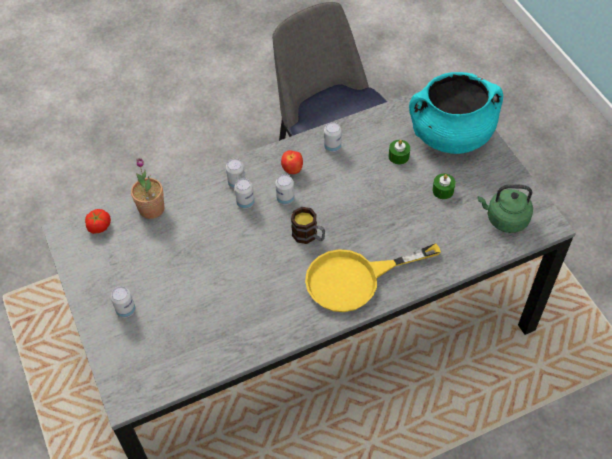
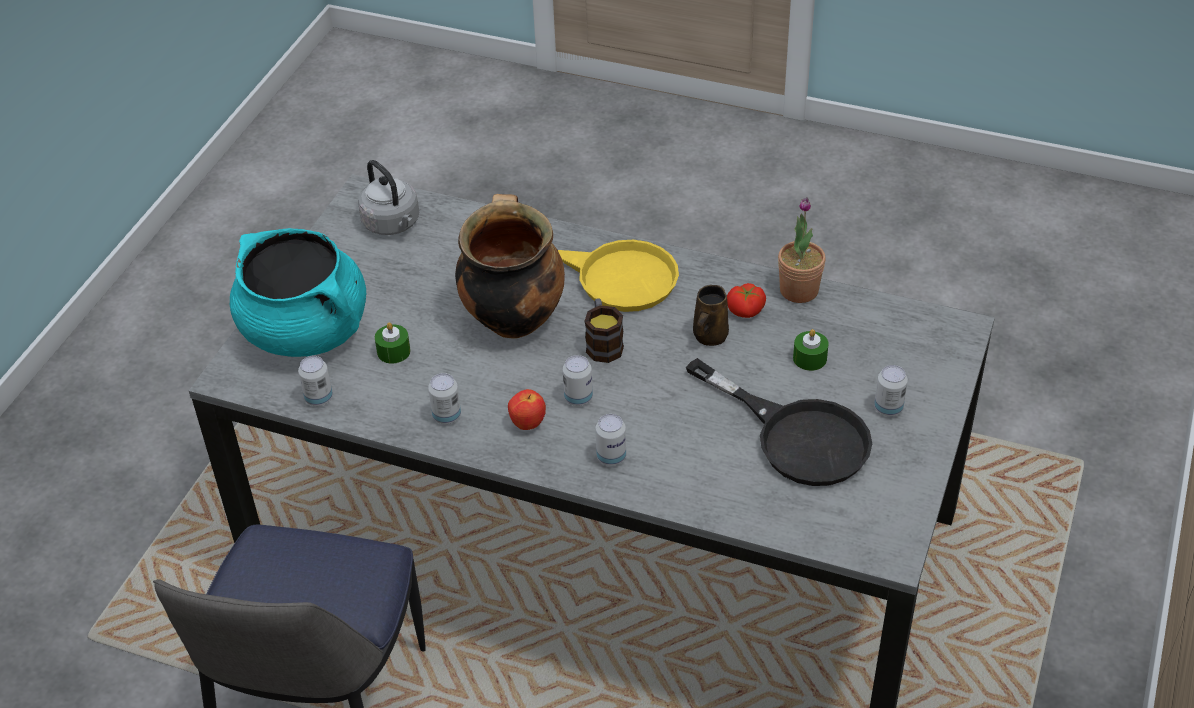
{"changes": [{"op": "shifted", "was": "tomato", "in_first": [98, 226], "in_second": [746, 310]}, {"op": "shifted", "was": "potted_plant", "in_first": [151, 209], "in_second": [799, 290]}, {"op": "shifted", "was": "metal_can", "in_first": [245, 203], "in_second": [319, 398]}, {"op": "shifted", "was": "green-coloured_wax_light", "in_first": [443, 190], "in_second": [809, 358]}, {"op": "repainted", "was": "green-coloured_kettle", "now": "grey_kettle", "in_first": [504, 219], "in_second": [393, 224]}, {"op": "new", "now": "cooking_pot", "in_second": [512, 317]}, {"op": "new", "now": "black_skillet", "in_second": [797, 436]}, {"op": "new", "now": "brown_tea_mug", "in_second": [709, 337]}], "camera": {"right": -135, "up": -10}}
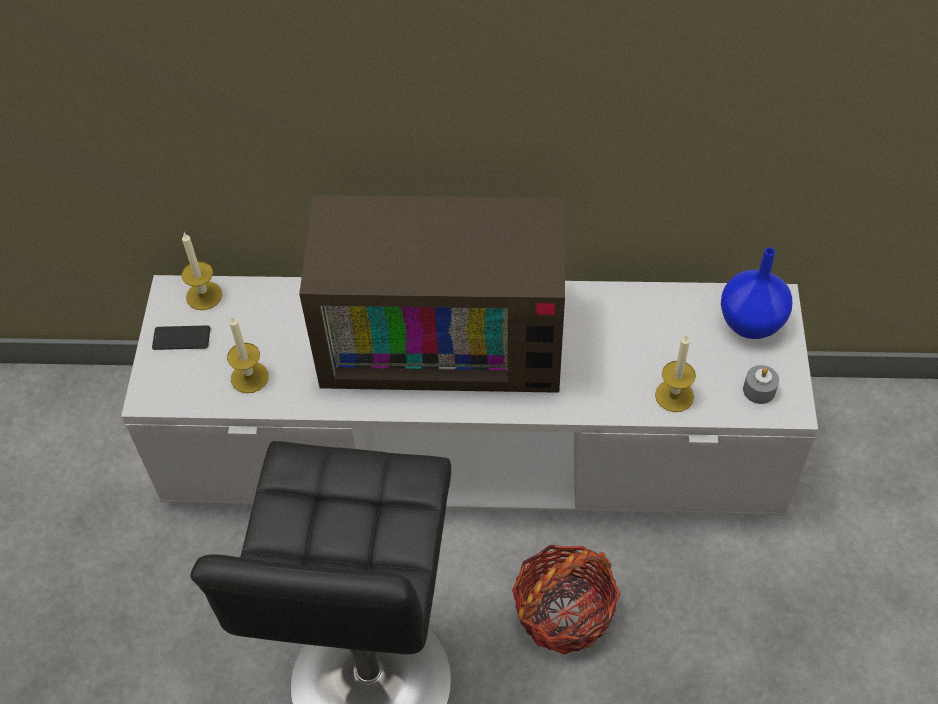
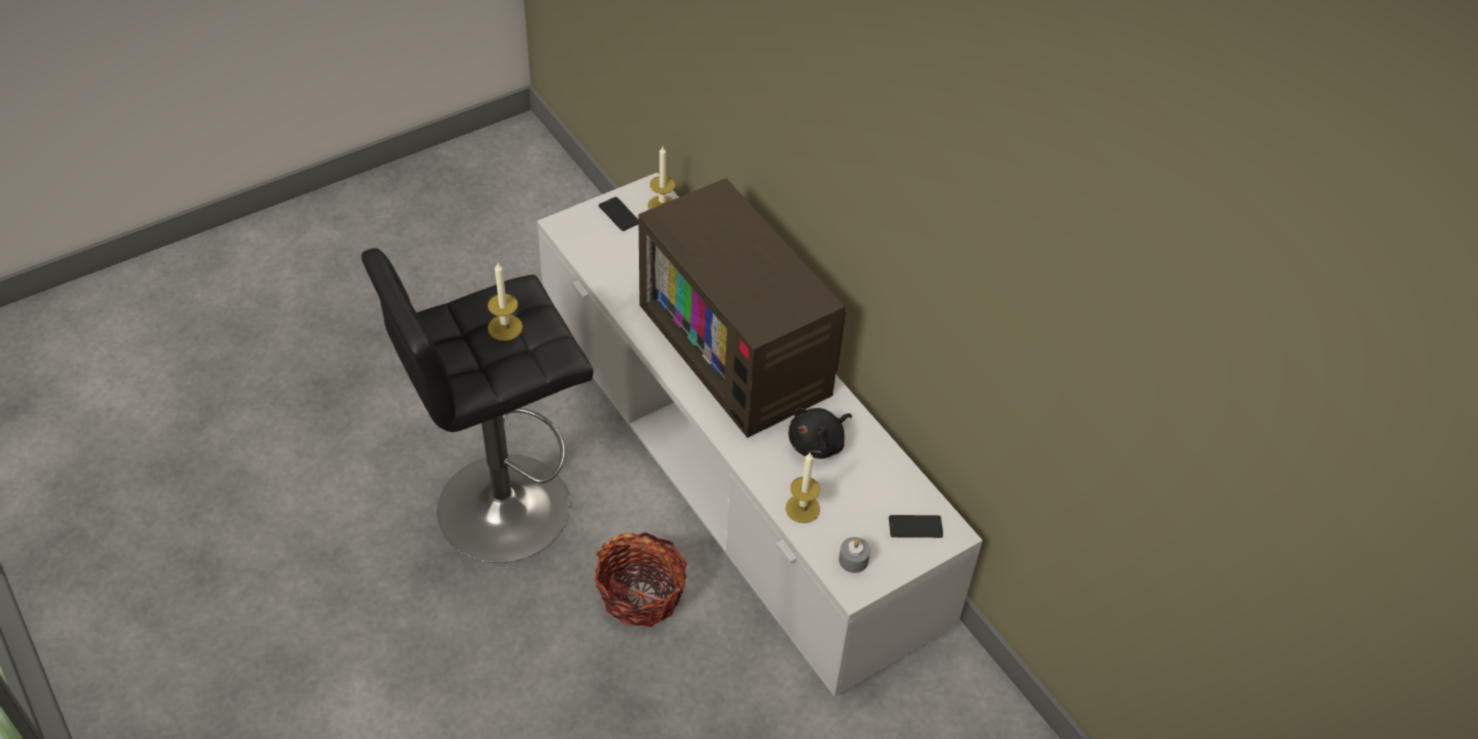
{"changes": [{"op": "shifted", "was": "wax_light", "in_first": [249, 377], "in_second": [505, 327]}, {"op": "swapped", "was": "blue_decorative_vase", "now": "handset", "in_first": [752, 322], "in_second": [915, 527]}, {"op": "new", "now": "black_cuddly_toy", "in_second": [818, 443]}], "camera": {"right": 50, "up": -5}}
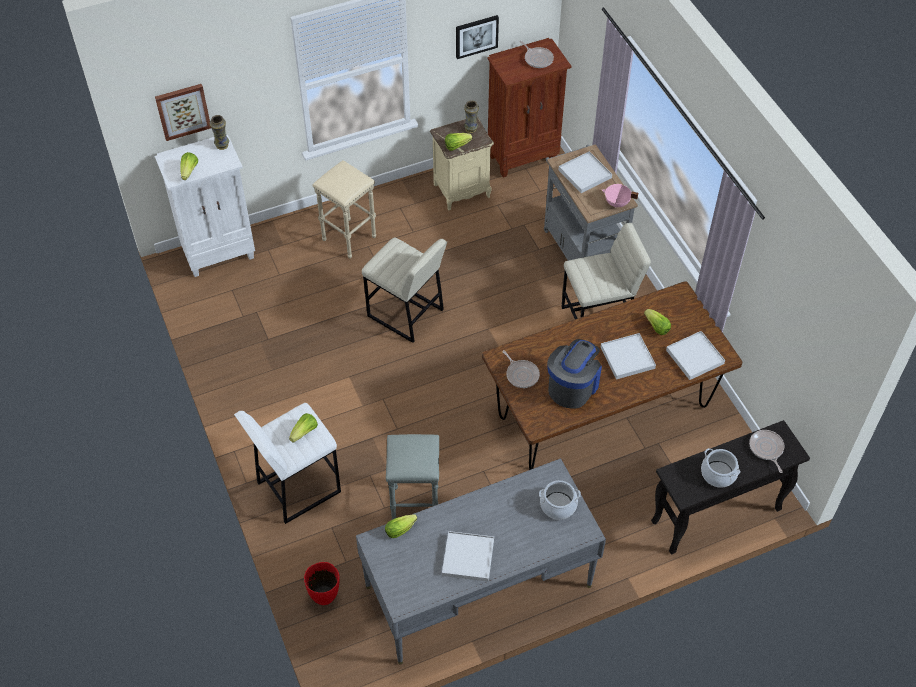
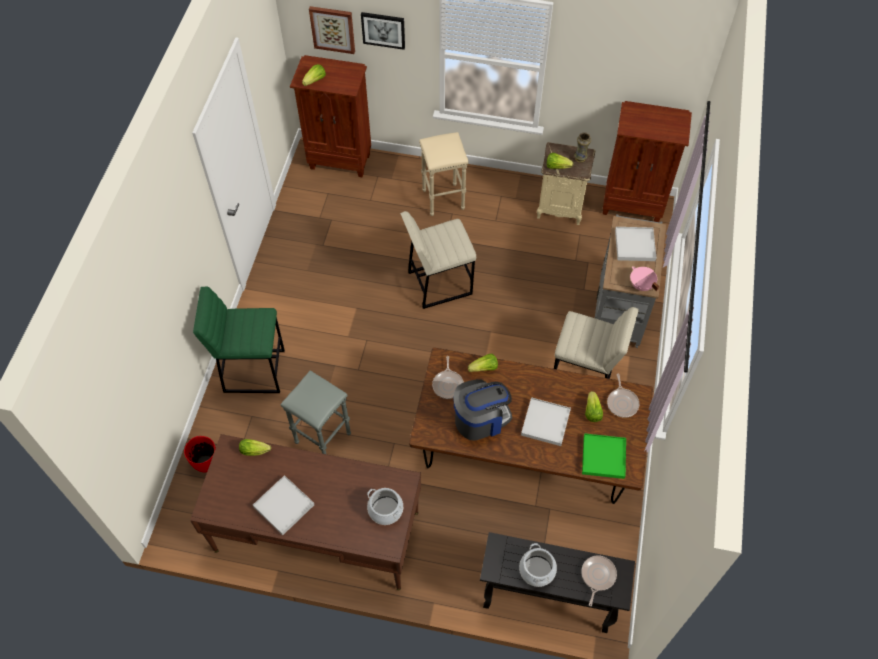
{"changes": [{"op": "repainted", "was": "white-coloured_storage_cabinet", "now": "brown_storage_cabinet", "in_first": [219, 256], "in_second": [340, 162]}, {"op": "gone", "was": "decorative_vase", "in_first": [222, 146]}, {"op": "repainted", "was": "white-coloured_stool_seat", "now": "green-coloured_stool_seat", "in_first": [297, 488], "in_second": [252, 371]}, {"op": "shifted", "was": "head_of_lettuce", "in_first": [304, 432], "in_second": [484, 368]}, {"op": "repainted", "was": "grey_desk_table", "now": "brown_desk_table", "in_first": [479, 586], "in_second": [317, 531]}, {"op": "rotated", "was": "sand-coloured_plain_chair", "in_first": [407, 314], "in_second": [438, 283], "clockwise": 90}, {"op": "shifted", "was": "wall_art", "in_first": [476, 36], "in_second": [383, 30]}, {"op": "shifted", "was": "skillet", "in_first": [537, 59], "in_second": [622, 402]}, {"op": "repainted", "was": "white-coloured_tray", "now": "green-coloured_tray", "in_first": [694, 357], "in_second": [603, 457]}], "camera": {"right": 35, "up": 5}}
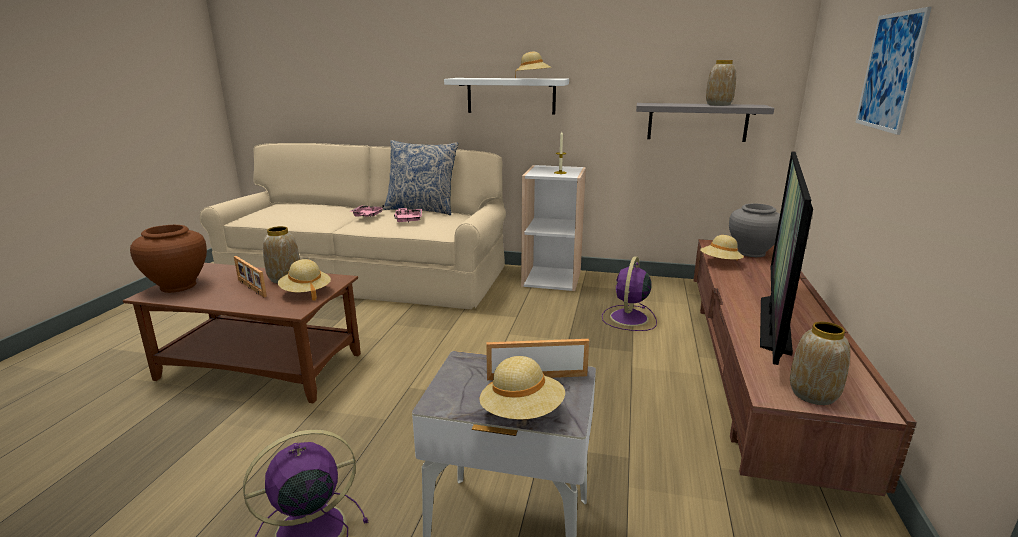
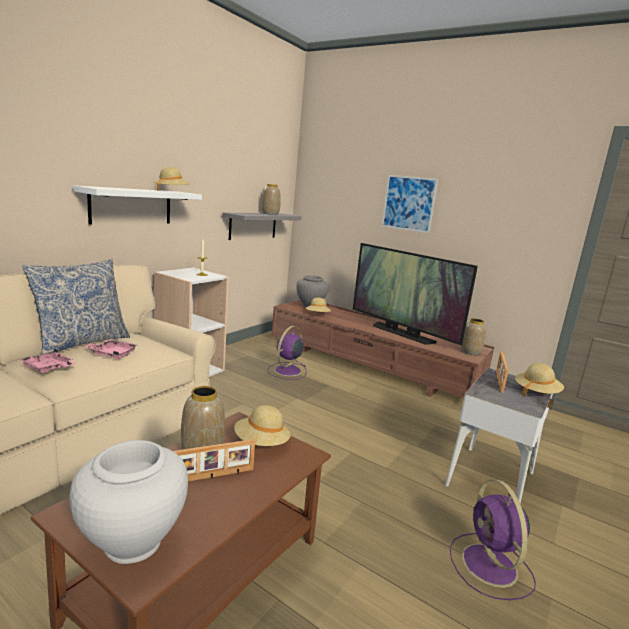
{"changes": [{"op": "repainted", "was": "brown_decorative_vase", "now": "white-coloured_decorative_vase", "in_first": [178, 286], "in_second": [132, 543]}, {"op": "rotated", "was": "purplish_cooling_fan", "in_first": [628, 318], "in_second": [287, 371], "clockwise": 75}], "camera": {"right": -70, "up": -5}}
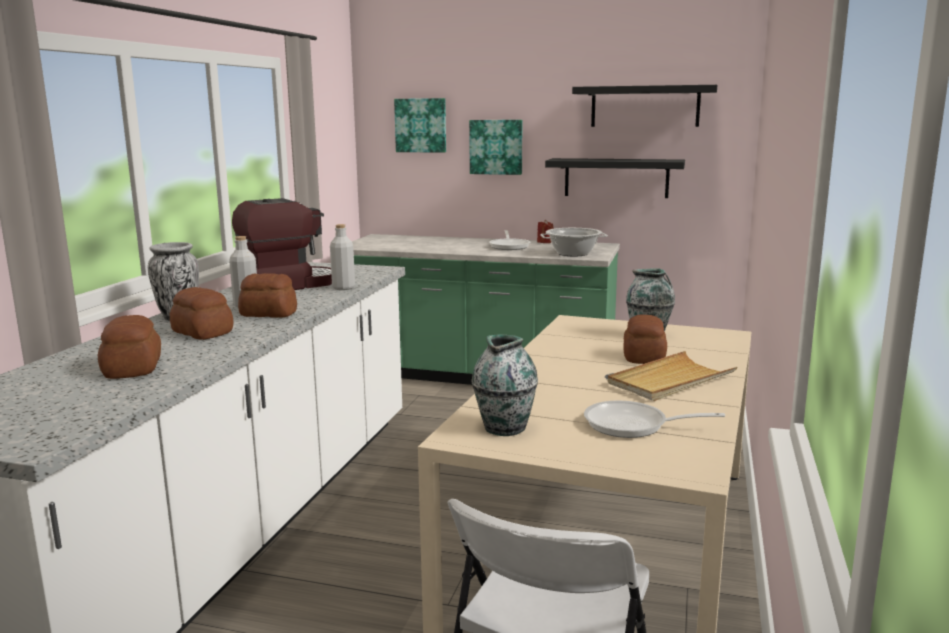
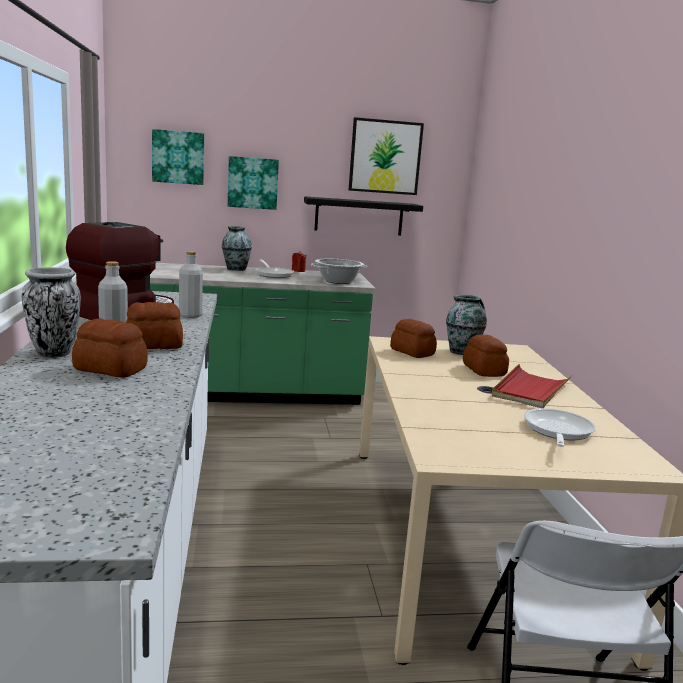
{"changes": [{"op": "shifted", "was": "bread", "in_first": [131, 369], "in_second": [412, 352]}, {"op": "shifted", "was": "decorative_vase", "in_first": [505, 428], "in_second": [236, 269]}, {"op": "swapped", "was": "black_bracket_shelf", "now": "wall_art", "in_first": [645, 106], "in_second": [385, 157]}, {"op": "rotated", "was": "skillet", "in_first": [633, 425], "in_second": [557, 431], "clockwise": 120}, {"op": "repainted", "was": "sand-coloured_tray", "now": "red-coloured_tray", "in_first": [670, 381], "in_second": [530, 390]}], "camera": {"right": -25, "up": 0}}
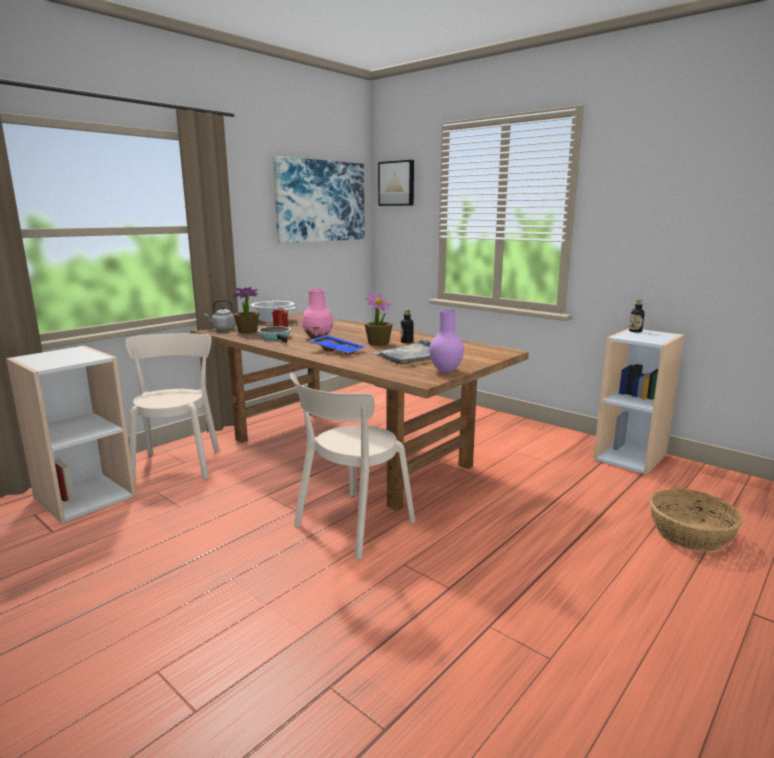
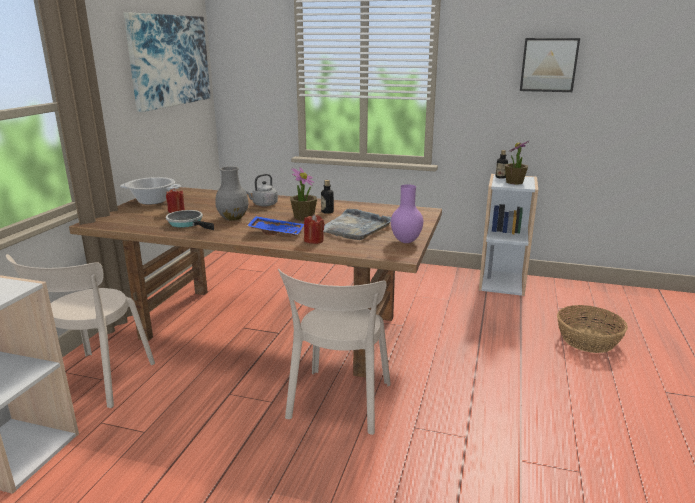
{"changes": [{"op": "rotated", "was": "sand-coloured_plain_chair", "in_first": [178, 463], "in_second": [95, 382], "clockwise": -135}, {"op": "shifted", "was": "grey_kettle", "in_first": [223, 329], "in_second": [264, 205]}, {"op": "shifted", "was": "potted_plant", "in_first": [247, 331], "in_second": [514, 182]}, {"op": "repainted", "was": "pinkish_decorative_vase", "now": "grey_decorative_vase", "in_first": [317, 337], "in_second": [232, 218]}, {"op": "shifted", "was": "wall_art", "in_first": [397, 183], "in_second": [548, 65]}, {"op": "new", "now": "red-coloured_wax_light", "in_second": [314, 240]}], "camera": {"right": -25, "up": 5}}
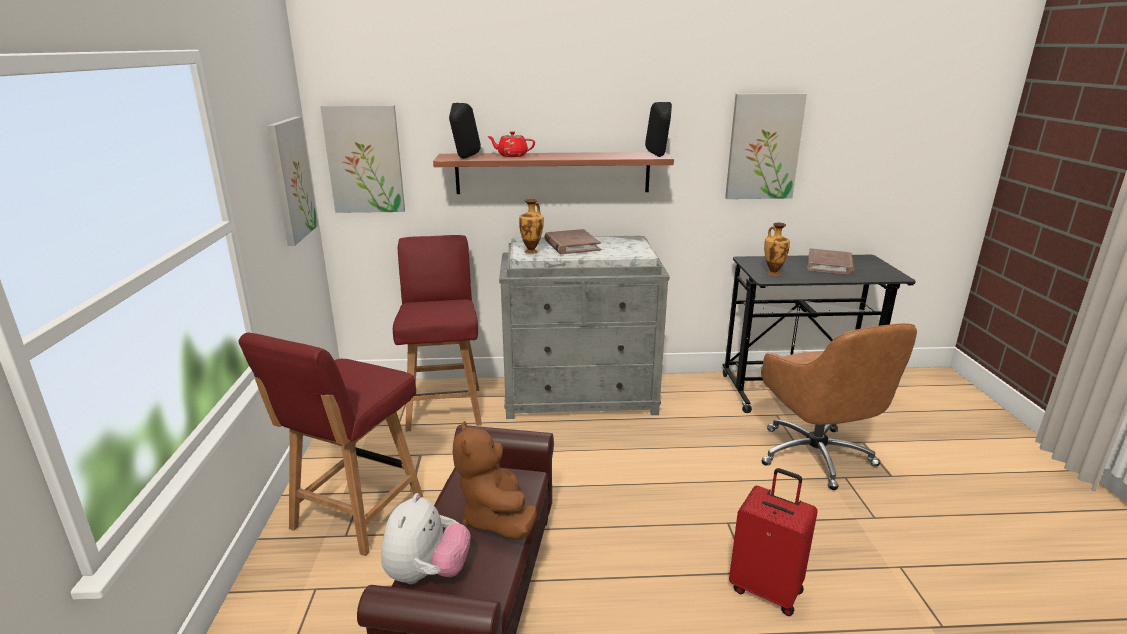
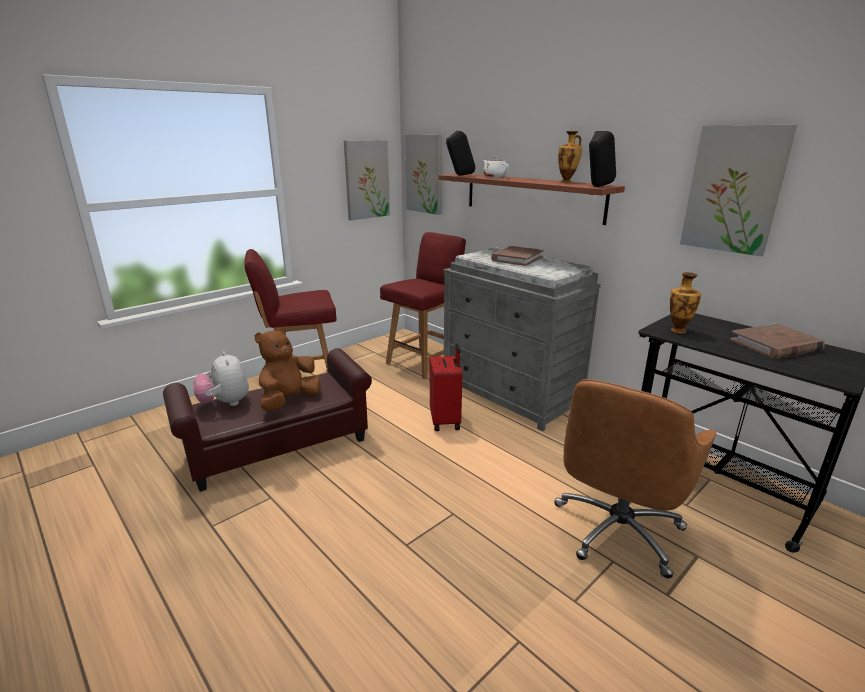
{"changes": [{"op": "rotated", "was": "cuddly_toy", "in_first": [427, 574], "in_second": [225, 403], "clockwise": 90}, {"op": "repainted", "was": "red-coloured_pot_for_tea", "now": "white-coloured_pot_for_tea", "in_first": [512, 155], "in_second": [494, 177]}, {"op": "shifted", "was": "decorative_vase", "in_first": [532, 251], "in_second": [567, 182]}, {"op": "shifted", "was": "red-coloured_piece_of_luggage", "in_first": [766, 589], "in_second": [446, 421]}], "camera": {"right": 50, "up": 0}}
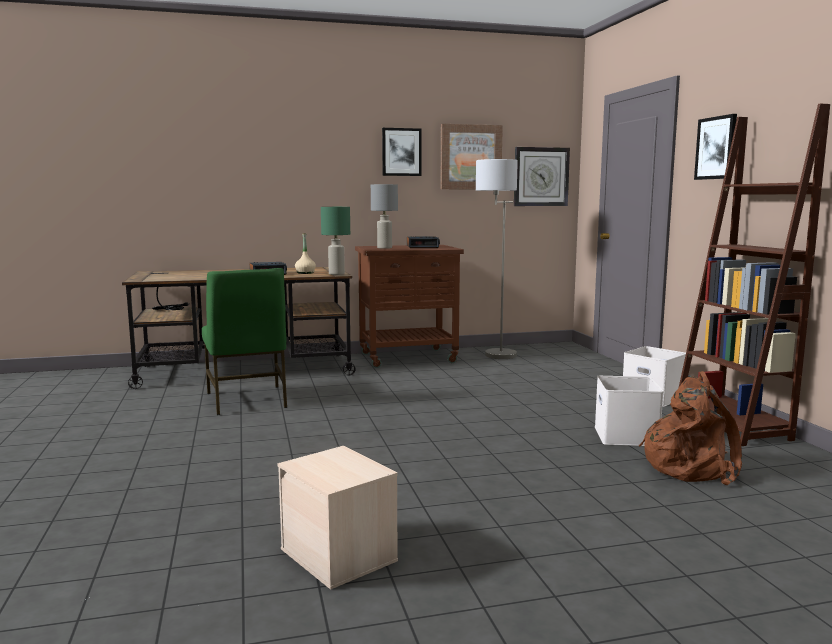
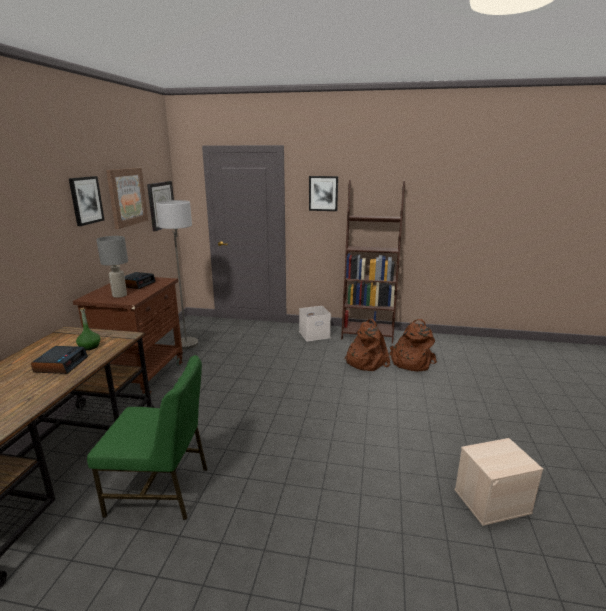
{"changes": [{"op": "repainted", "was": "sand-coloured_beverage_bottle", "now": "green-coloured_beverage_bottle", "in_first": [305, 273], "in_second": [89, 347]}, {"op": "gone", "was": "green-coloured_tabletop_lamp", "in_first": [337, 274]}, {"op": "swapped", "was": "white-coloured_storage_container", "now": "brown_backpack", "in_first": [627, 436], "in_second": [365, 361]}], "camera": {"right": -65, "up": 10}}
